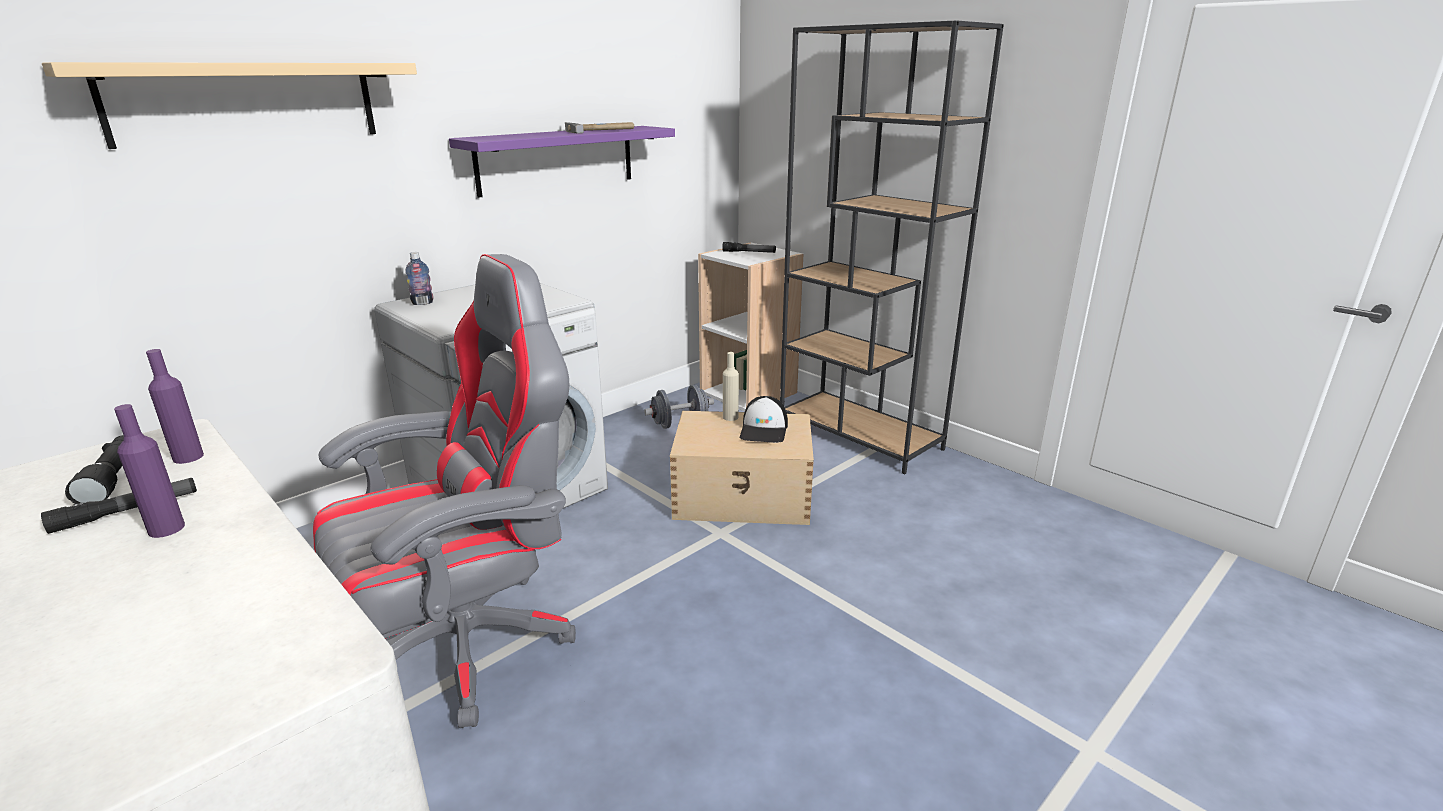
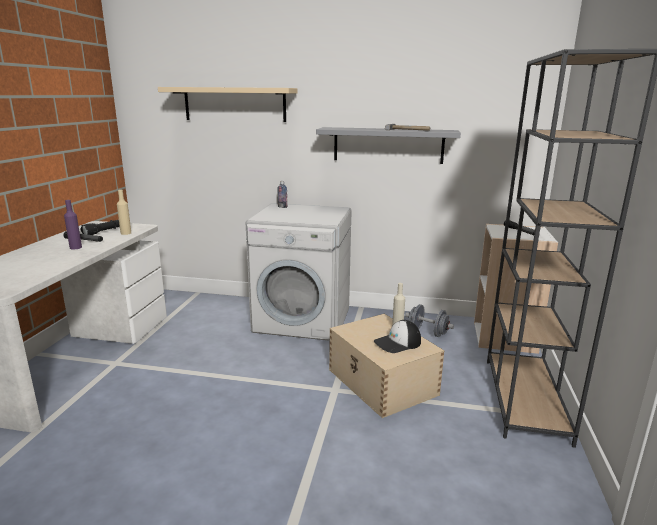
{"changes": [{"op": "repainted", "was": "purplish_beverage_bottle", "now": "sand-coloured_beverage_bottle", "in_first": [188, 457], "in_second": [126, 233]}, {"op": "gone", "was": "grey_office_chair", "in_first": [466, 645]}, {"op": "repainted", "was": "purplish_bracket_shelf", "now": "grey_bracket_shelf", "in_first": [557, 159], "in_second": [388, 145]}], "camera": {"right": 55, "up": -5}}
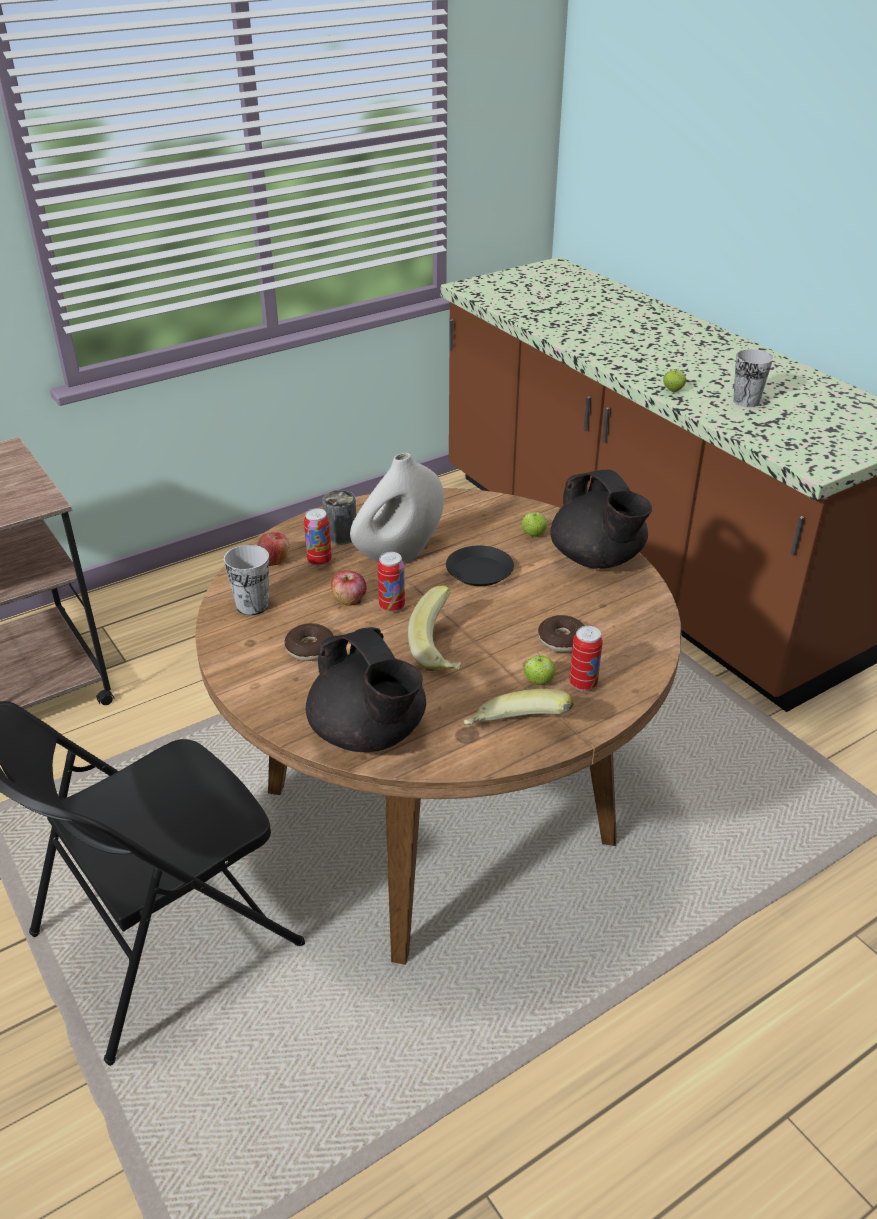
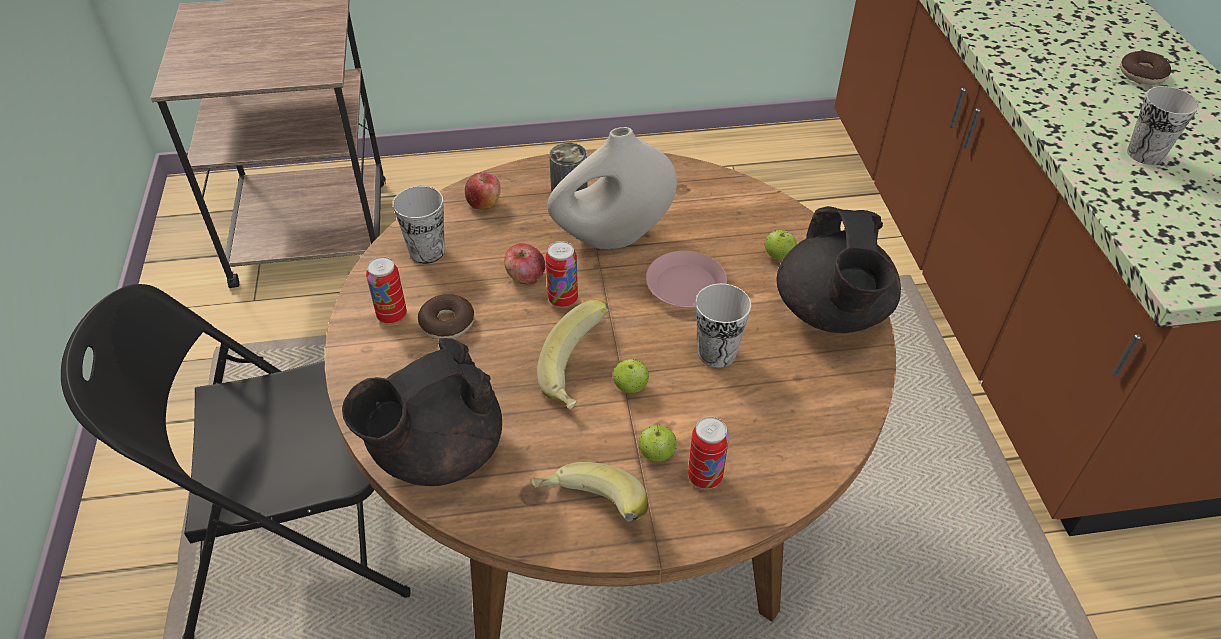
{"changes": [{"op": "shifted", "was": "metal_can", "in_first": [319, 561], "in_second": [392, 315]}, {"op": "rotated", "was": "black_pot_for_tea", "in_first": [369, 734], "in_second": [435, 452], "clockwise": 60}, {"op": "repainted", "was": "black_plate", "now": "pinkish_plate", "in_first": [479, 571], "in_second": [685, 285]}, {"op": "shifted", "was": "ring_doughnut", "in_first": [562, 640], "in_second": [1142, 75]}, {"op": "shifted", "was": "apple_fruit", "in_first": [673, 390], "in_second": [630, 387]}, {"op": "new", "now": "small_cup", "in_second": [717, 352]}], "camera": {"right": 25, "up": 10}}
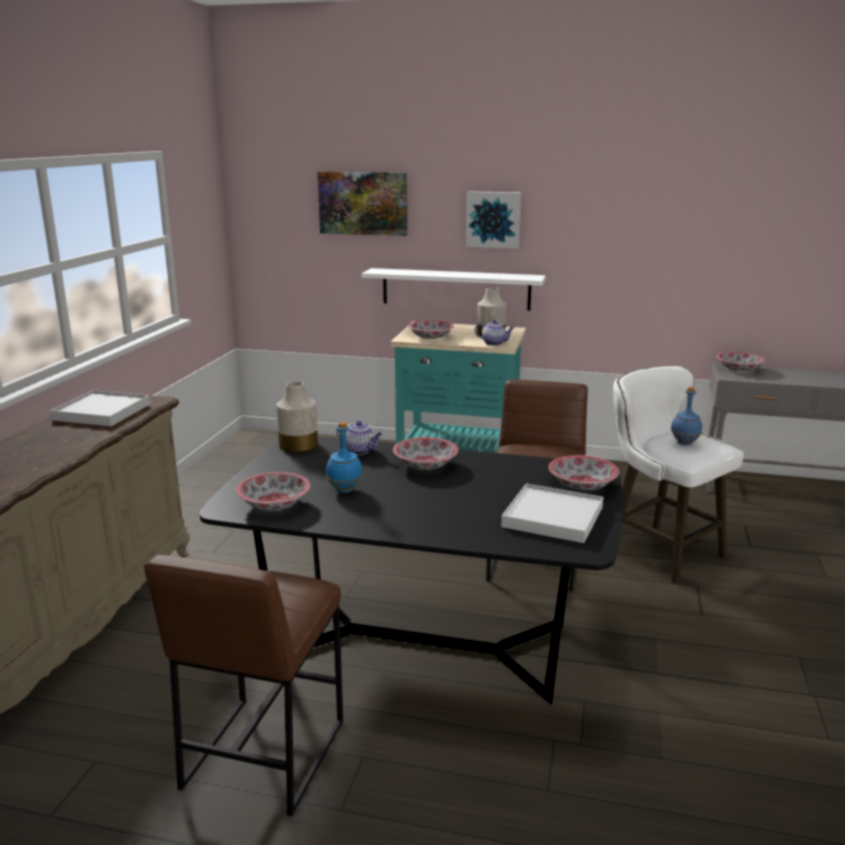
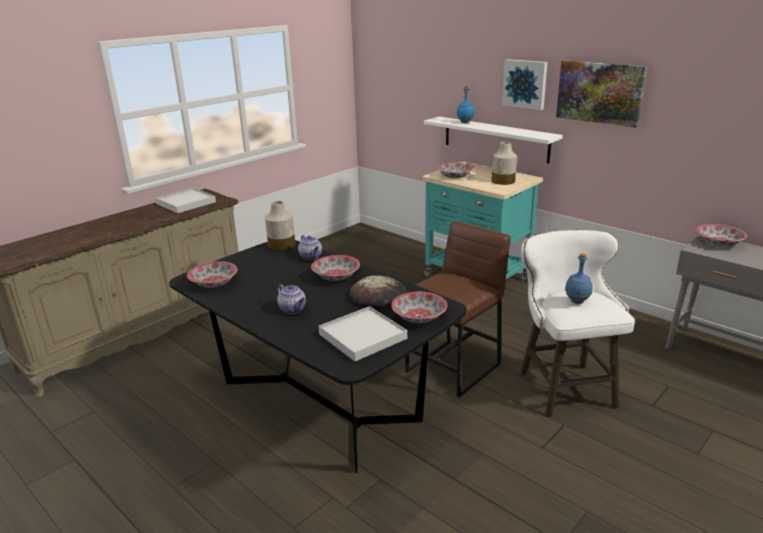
{"changes": [{"op": "gone", "was": "brown_plain_chair", "in_first": [263, 755]}, {"op": "shifted", "was": "wall_art", "in_first": [363, 203], "in_second": [599, 92]}, {"op": "shifted", "was": "blue_beverage_bottle", "in_first": [344, 490], "in_second": [465, 122]}, {"op": "shifted", "was": "pot_for_tea", "in_first": [494, 343], "in_second": [293, 309]}, {"op": "new", "now": "bread", "in_second": [378, 296]}], "camera": {"right": 30, "up": 5}}
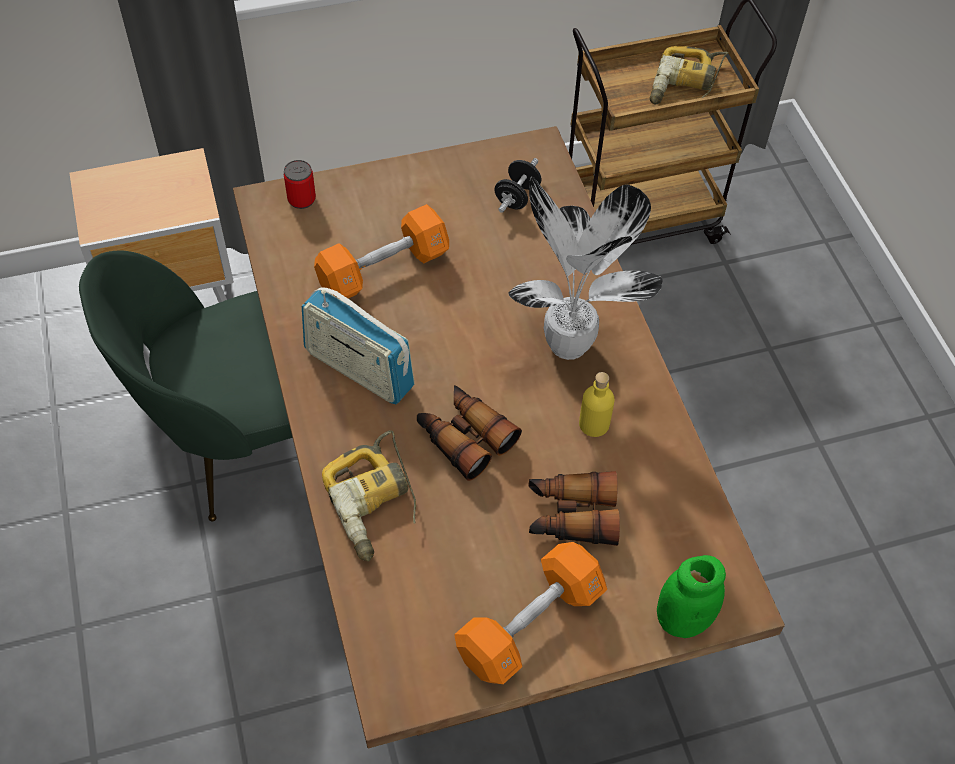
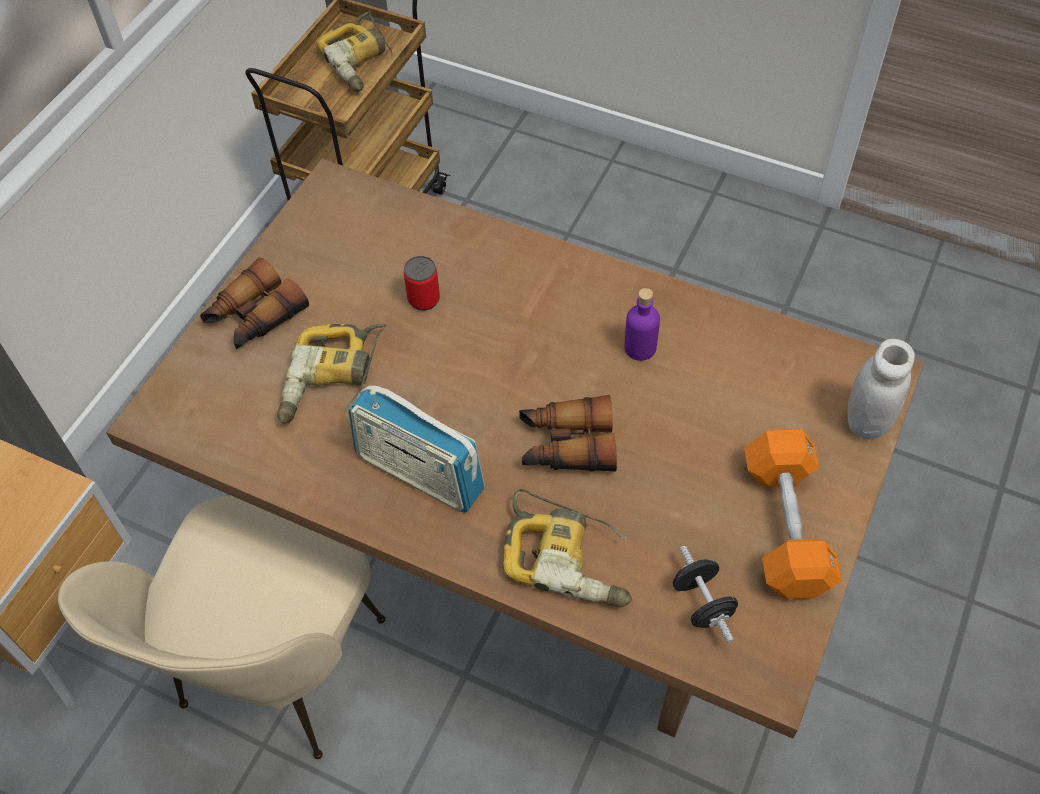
{"changes": [{"op": "repainted", "was": "green-coloured_plain_chair", "now": "sand-coloured_plain_chair", "in_first": [242, 452], "in_second": [275, 679]}, {"op": "shifted", "was": "metal_can", "in_first": [301, 199], "in_second": [424, 299]}, {"op": "rotated", "was": "radio_set", "in_first": [359, 369], "in_second": [419, 473], "clockwise": 45}, {"op": "swapped", "was": "orange-coloured_dumbbell", "now": "power_drill", "in_first": [383, 269], "in_second": [332, 381]}, {"op": "shifted", "was": "black_dumbbell", "in_first": [517, 197], "in_second": [702, 604]}, {"op": "gone", "was": "potted_plant", "in_first": [569, 349]}, {"op": "shifted", "was": "binoculars", "in_first": [571, 515], "in_second": [254, 317]}, {"op": "repainted", "was": "yellow-coloured_beverage_bottle", "now": "purplish_beverage_bottle", "in_first": [594, 424], "in_second": [640, 348]}, {"op": "repainted", "was": "green-coloured_preserve_jar", "now": "white-coloured_preserve_jar", "in_first": [682, 619], "in_second": [867, 421]}], "camera": {"right": -45, "up": 0}}
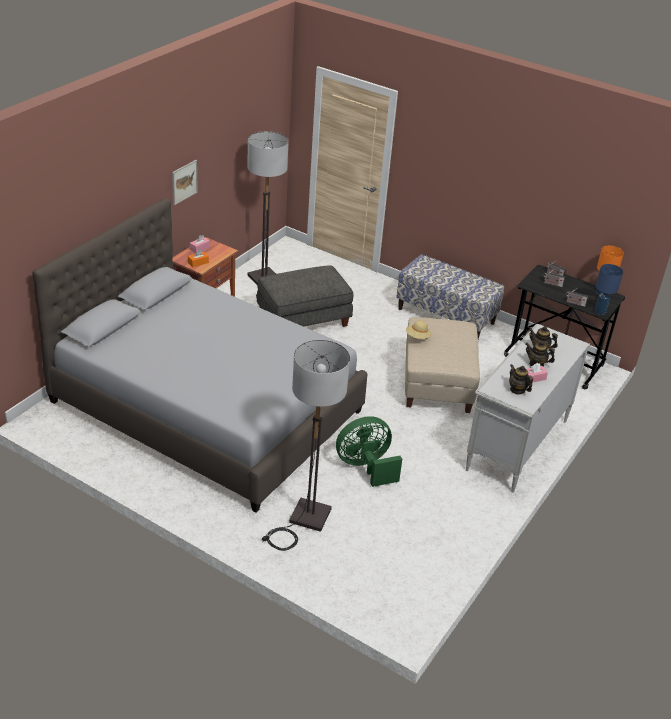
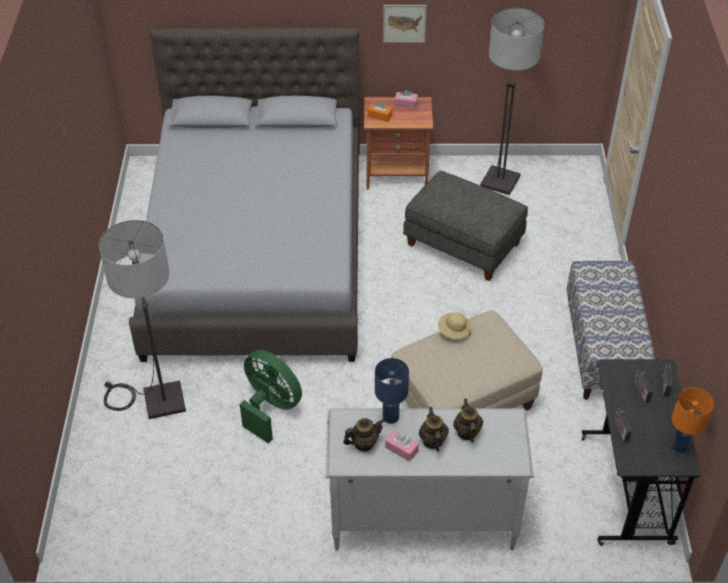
{"changes": [{"op": "rotated", "was": "pot_for_tea", "in_first": [517, 390], "in_second": [364, 443], "clockwise": 45}, {"op": "shifted", "was": "blue_tabletop_lamp", "in_first": [600, 311], "in_second": [390, 417]}], "camera": {"right": 60, "up": 10}}
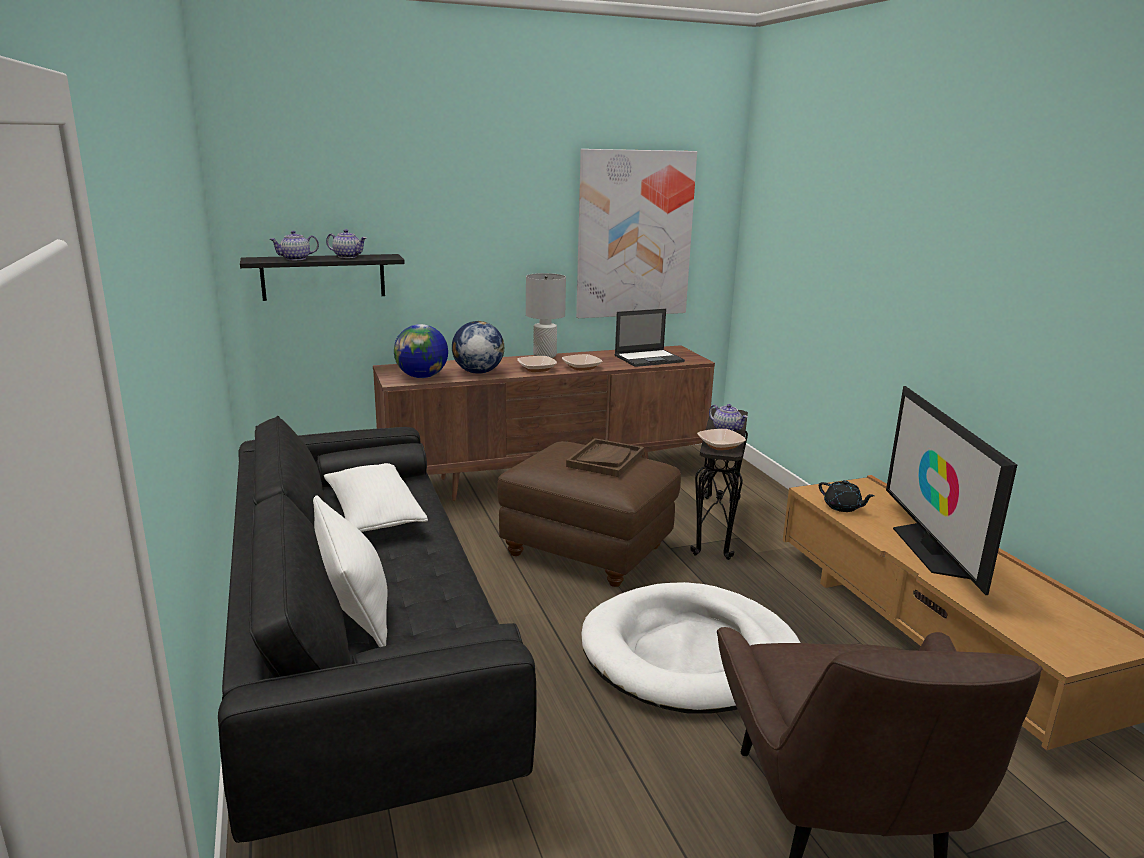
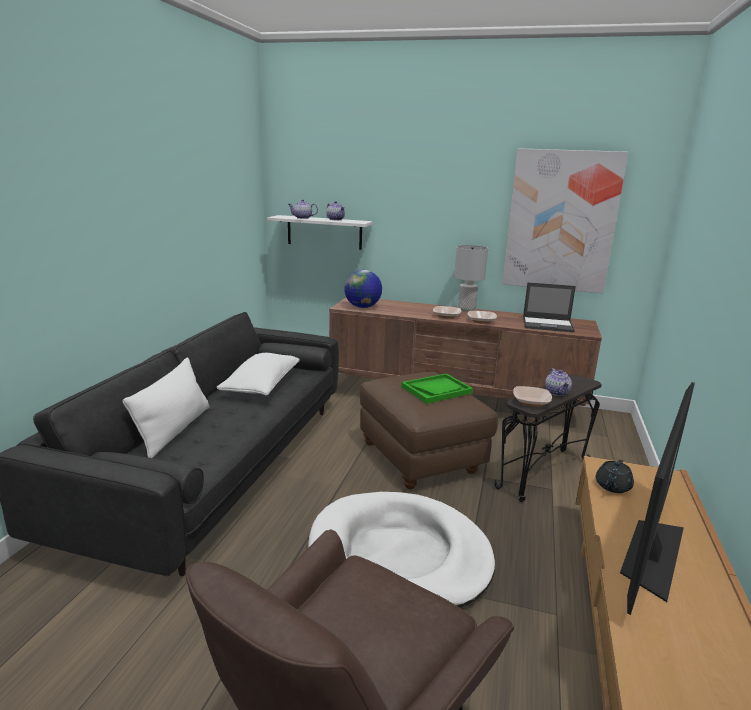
{"changes": [{"op": "repainted", "was": "black_bracket_shelf", "now": "white-coloured_bracket_shelf", "in_first": [323, 277], "in_second": [324, 232]}, {"op": "gone", "was": "desk_globe", "in_first": [478, 372]}, {"op": "repainted", "was": "brown_tray", "now": "green-coloured_tray", "in_first": [605, 459], "in_second": [436, 390]}, {"op": "rotated", "was": "black_pot_for_tea", "in_first": [842, 507], "in_second": [612, 487], "clockwise": 45}], "camera": {"right": 35, "up": 0}}
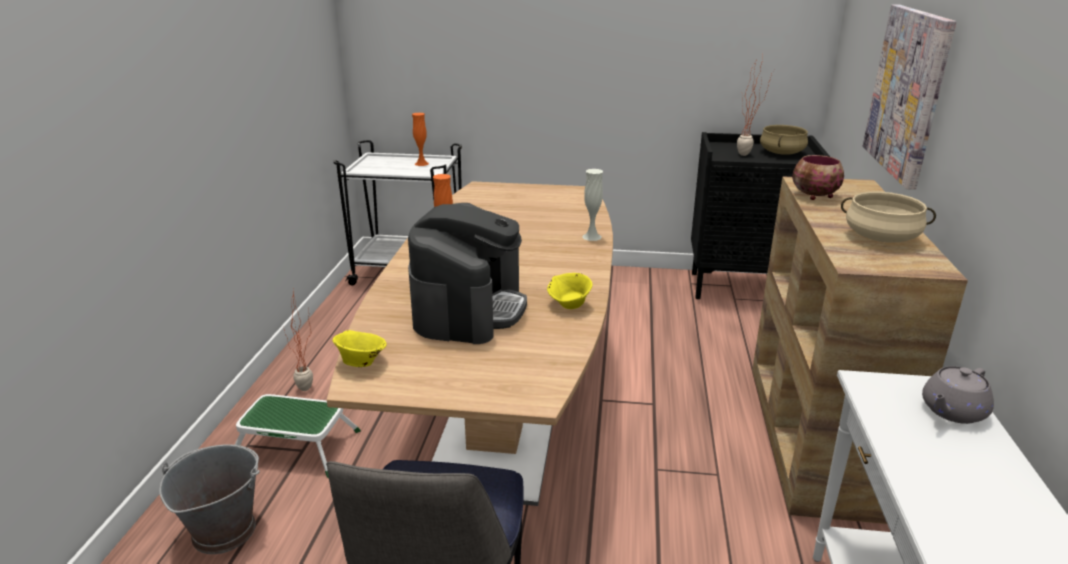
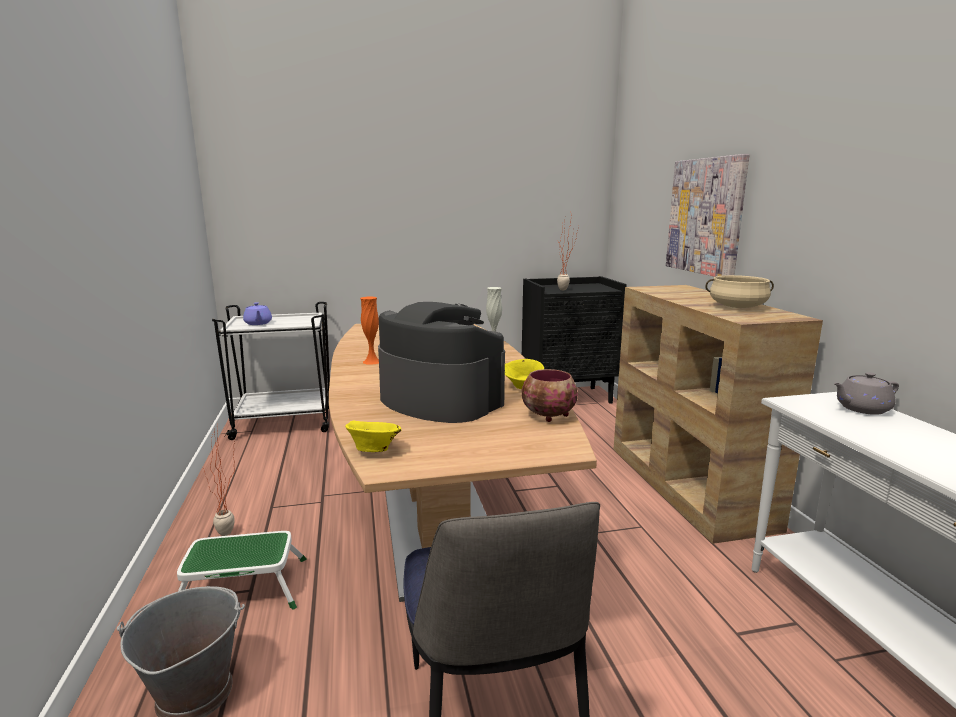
{"changes": [{"op": "rotated", "was": "coffee_brewer", "in_first": [469, 309], "in_second": [439, 400], "clockwise": -45}, {"op": "gone", "was": "orange-coloured_decorative_vase", "in_first": [421, 163]}, {"op": "gone", "was": "sand-coloured_cooking_pot", "in_first": [782, 153]}, {"op": "shifted", "was": "serving_bowl", "in_first": [814, 196], "in_second": [548, 416]}, {"op": "rotated", "was": "grey_pot_for_tea", "in_first": [952, 411], "in_second": [861, 409], "clockwise": 45}, {"op": "new", "now": "purplish_pot_for_tea", "in_second": [258, 323]}], "camera": {"right": -20, "up": -10}}
